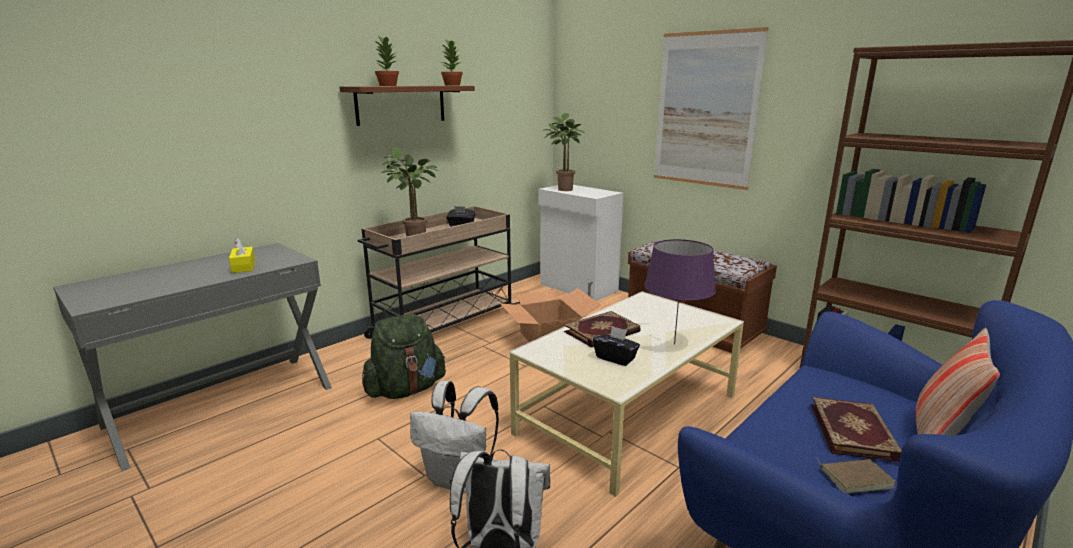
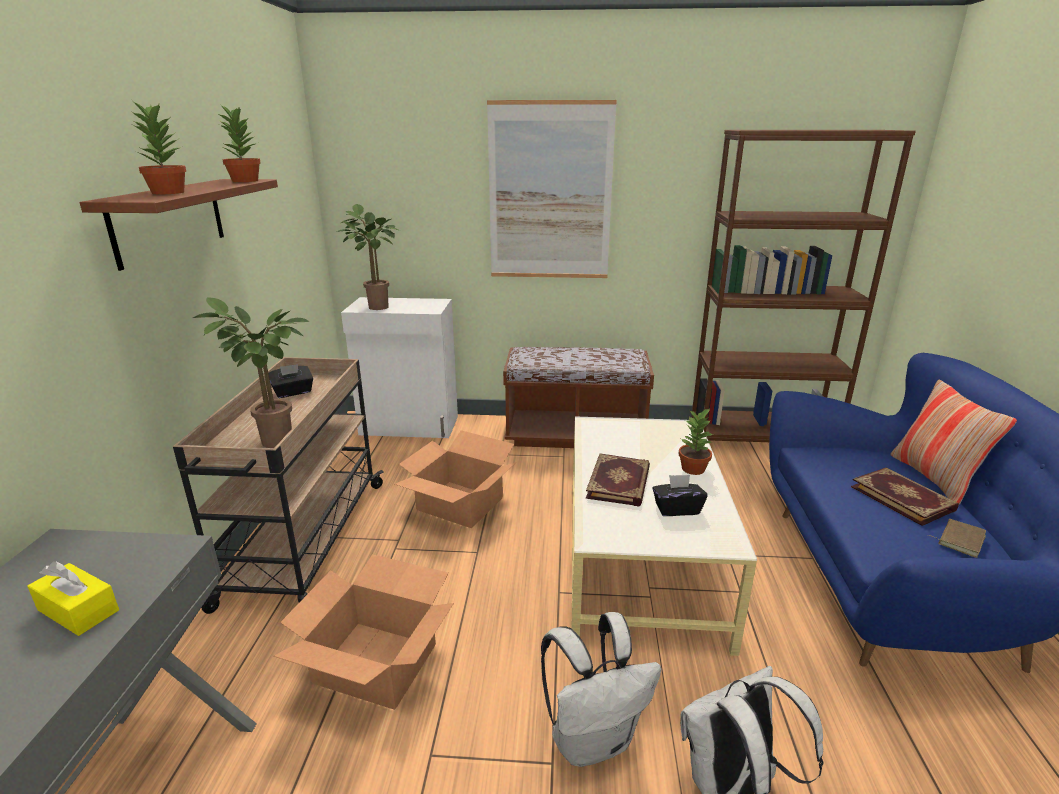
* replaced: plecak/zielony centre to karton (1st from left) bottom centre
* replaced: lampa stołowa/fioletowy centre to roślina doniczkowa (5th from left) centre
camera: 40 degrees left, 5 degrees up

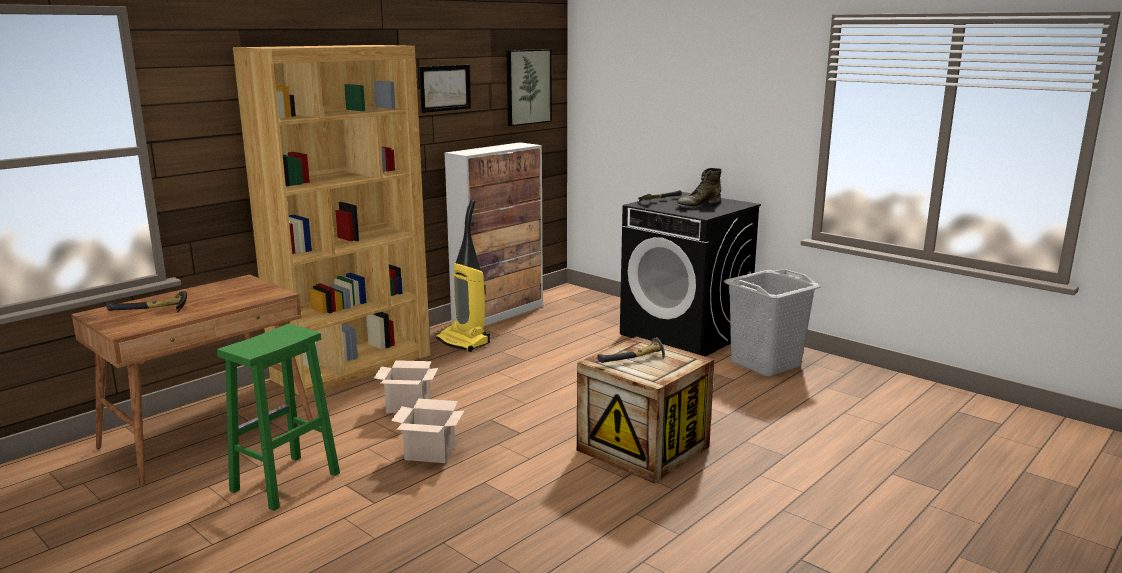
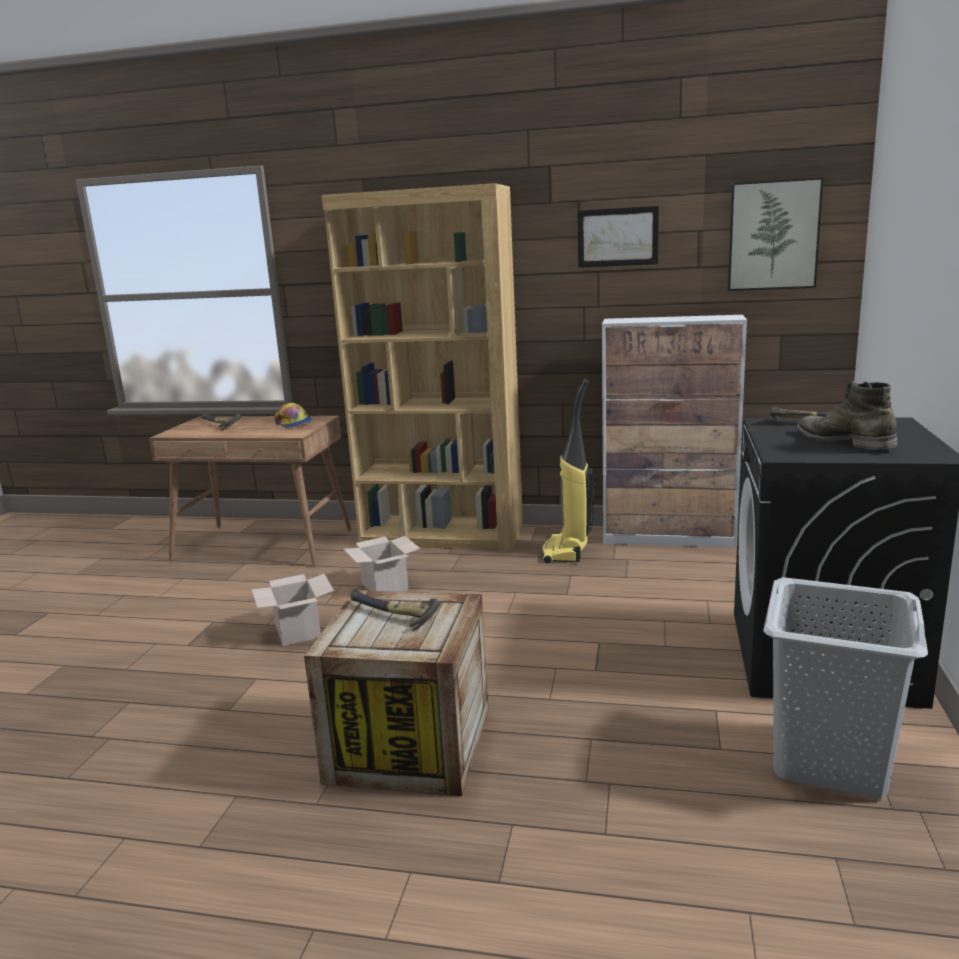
* removed: stołek/zielony bottom left
* turned: but z cholewką/zielony top centre = middle right 45 degrees clockwise
* added: czapka z daszkiem middle left
camera: 60 degrees right, 0 degrees up

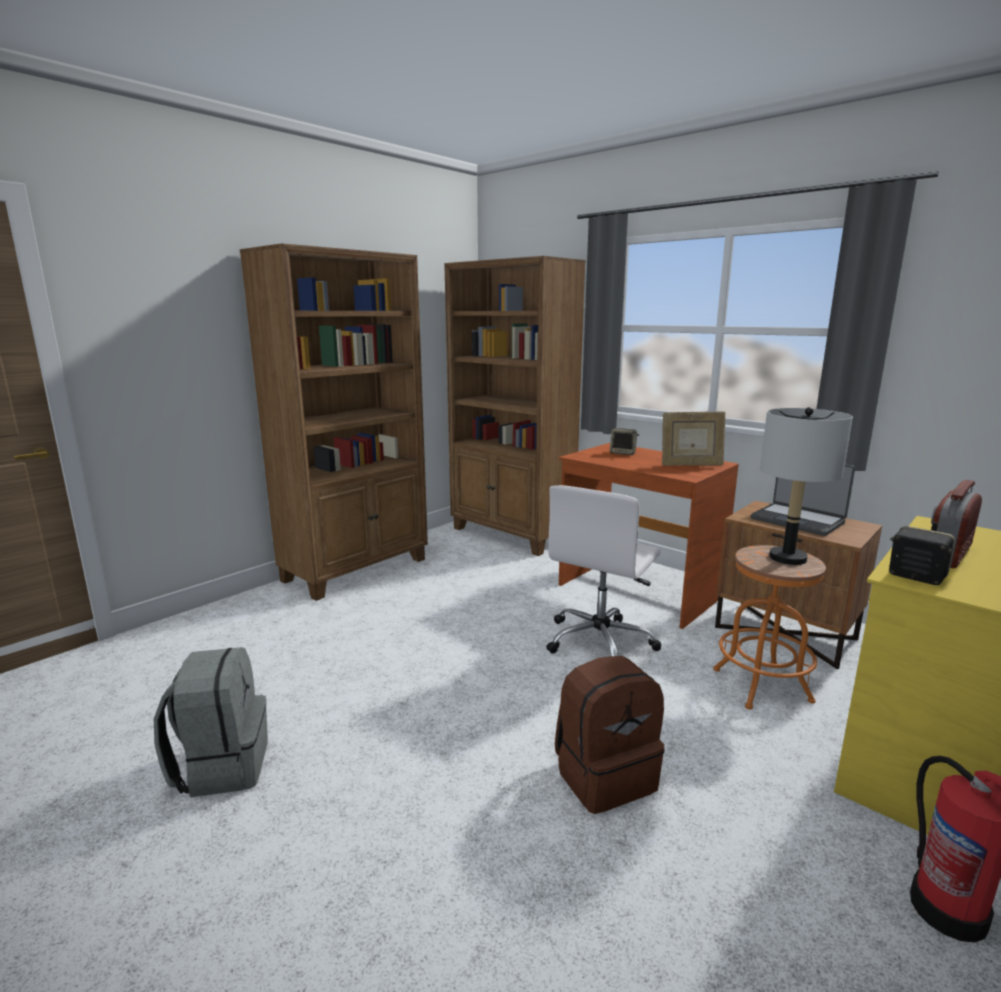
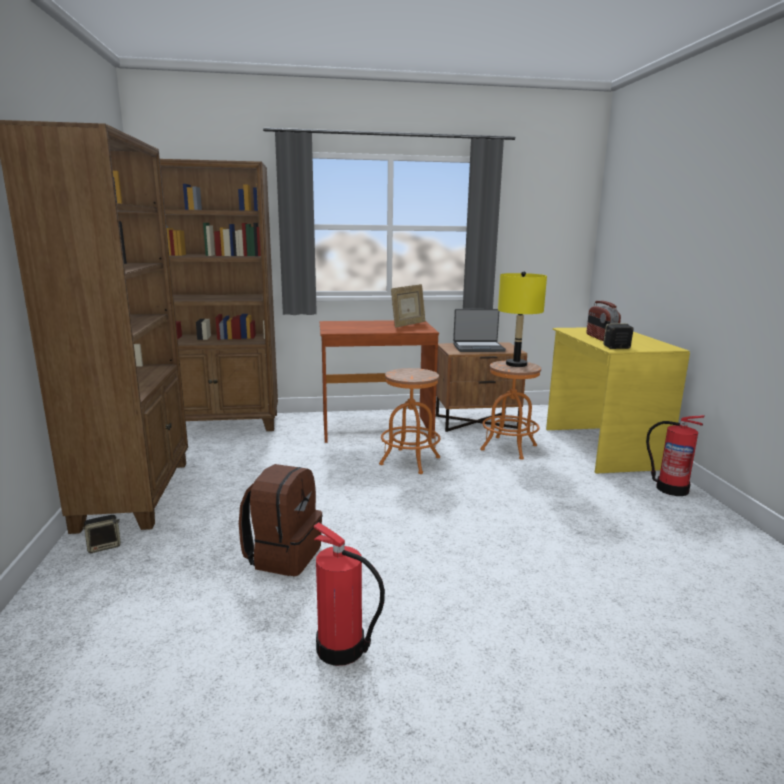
* replaced: plecak/szary bottom left to gaśnica (1st from left) bottom centre
* replaced: krzesło biurowe/biały centre to stołek/pomarańczowy (1st from left) centre
* moved: plecak/brązowy bottom centre to centre
* moved: głośnik (1st from left) centre to bottom left
* recoloured: lampa stołowa/szary middle right to lampa stołowa/żółty centre
camera: 50 degrees left, 0 degrees up

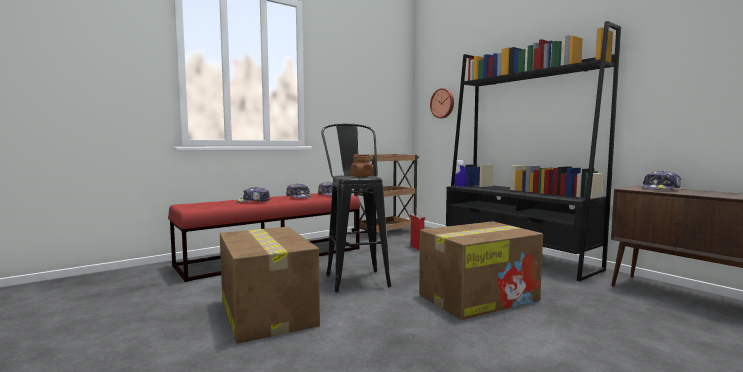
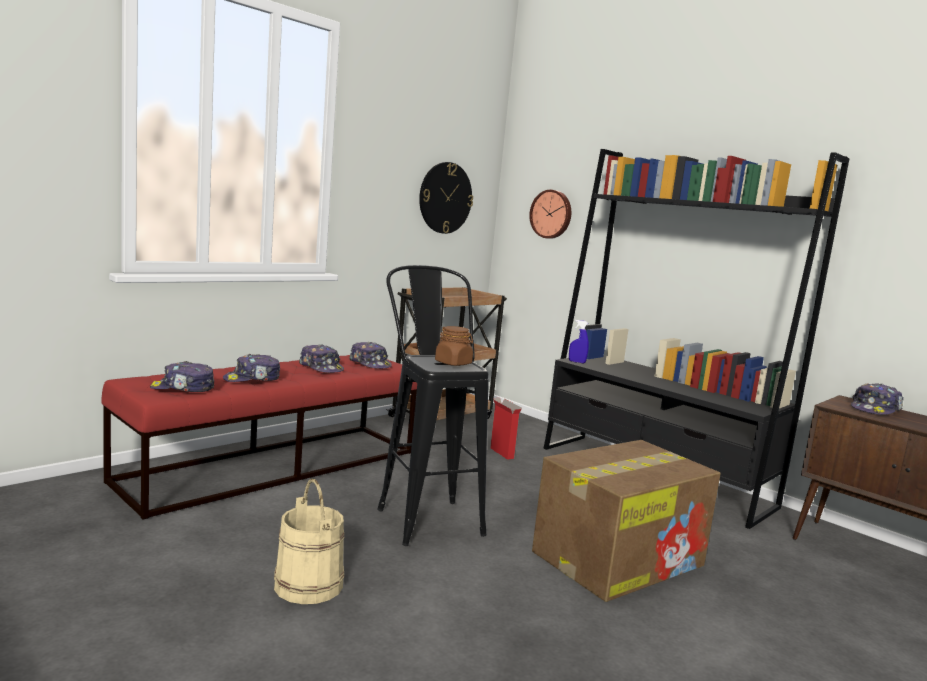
* replaced: karton (1st from left) bottom centre to wiadro/beżowy bottom centre
* added: czapka z daszkiem (1st from left) middle left
* added: zegar ścienny (1st from left) top centre
camera: 10 degrees left, 5 degrees up

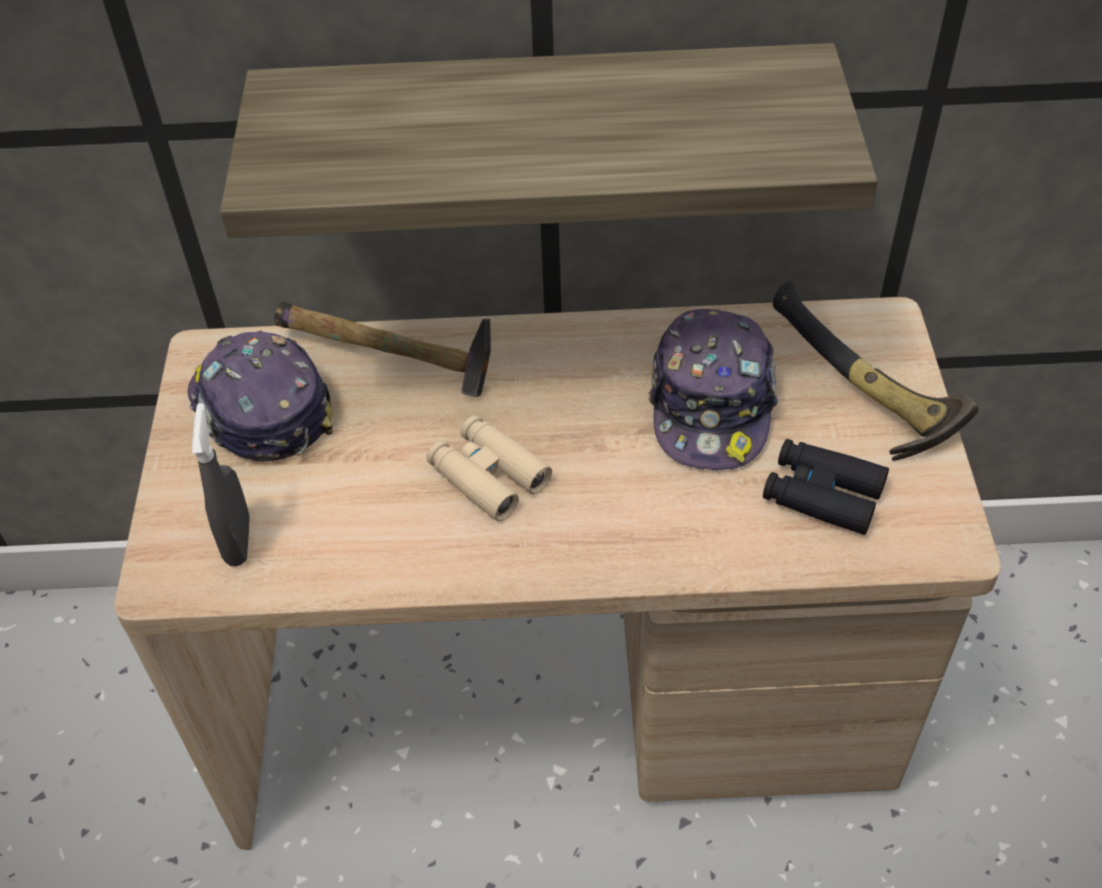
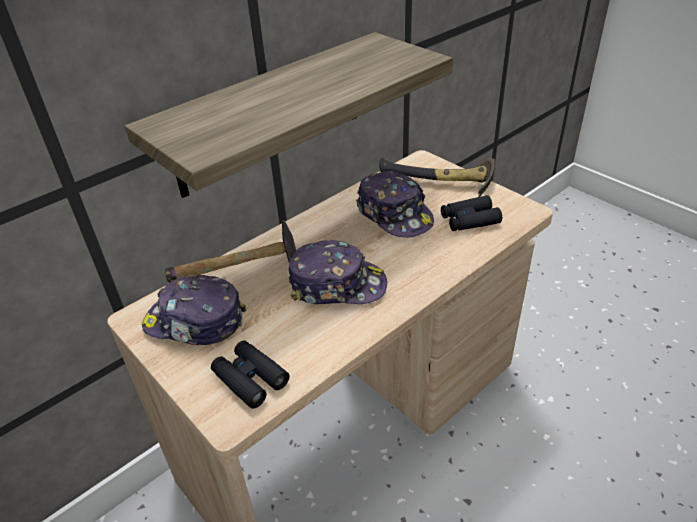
* replaced: spryskiwacz/szary middle left to lornetka/czarny (1st from left) bottom centre
* replaced: lornetka/beżowy centre to czapka z daszkiem (2nd from left) centre
camera: 40 degrees left, 10 degrees down

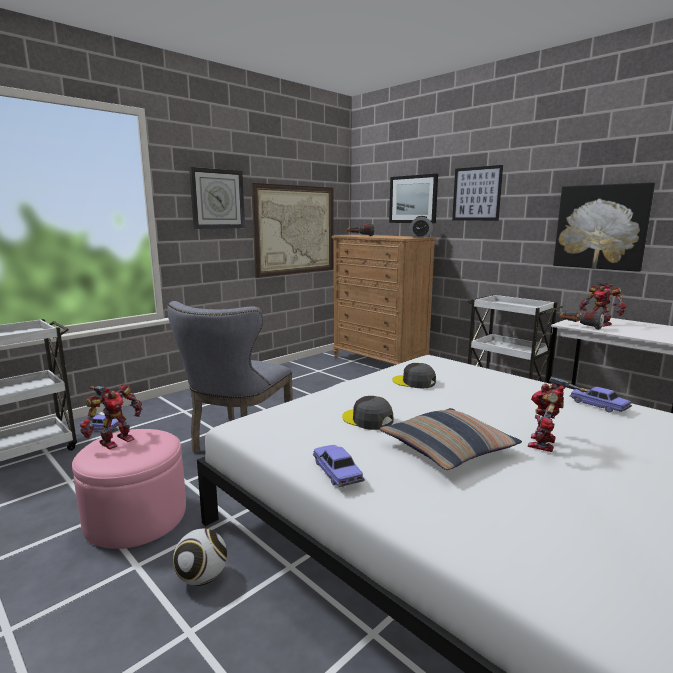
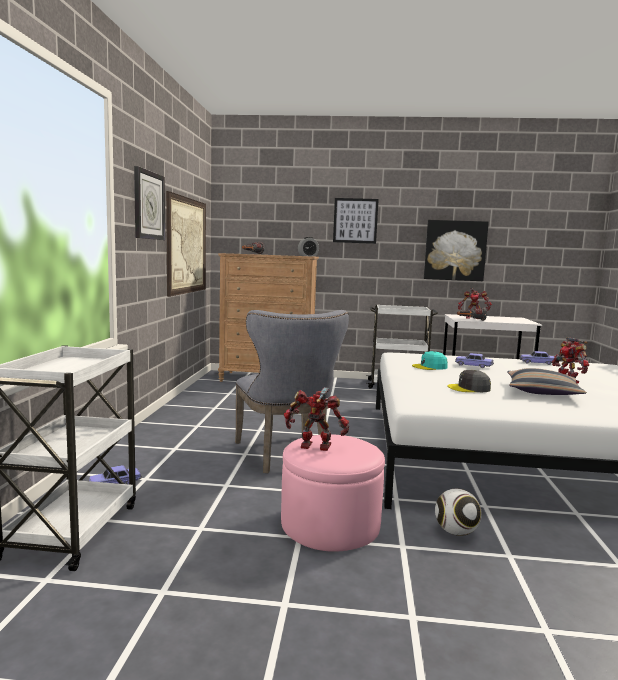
* turned: robot zabawkowy (1st from left) middle left = centre 75 degrees counterclockwise
* moved: samochodzik (2nd from left) bottom centre to middle right
* removed: obraz (2nd from left) top centre
* recoloured: czapka z daszkiem/szary (2nd from left) centre to czapka z daszkiem/turkusowy middle right
camera: 40 degrees left, 5 degrees down

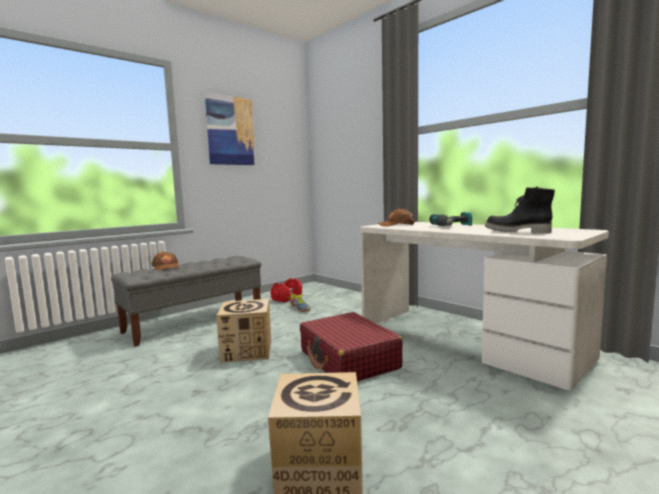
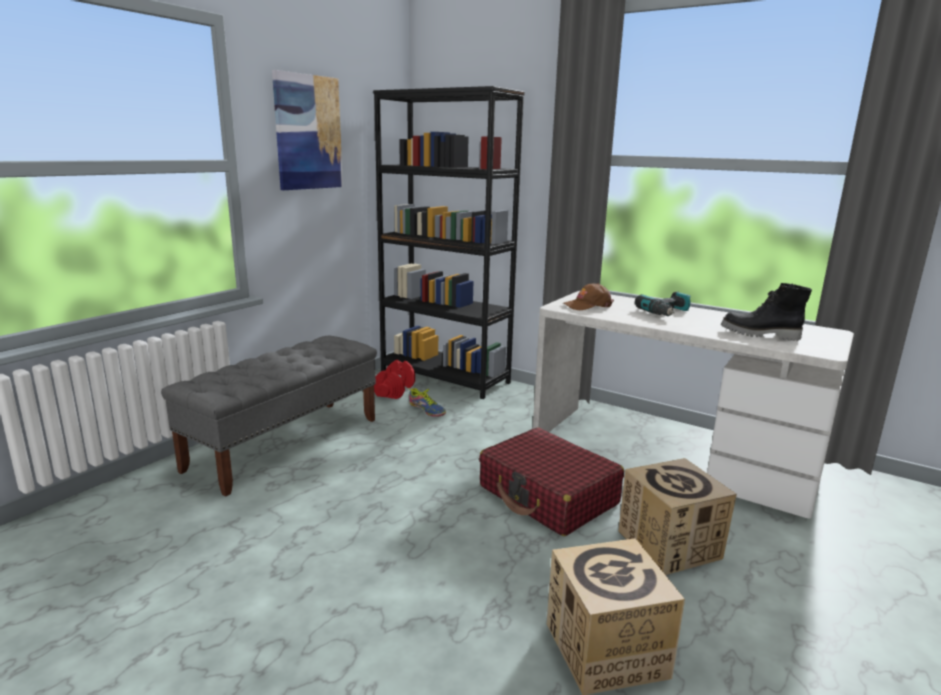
* removed: czapka z daszkiem/brązowy (1st from left) middle left
* moved: karton (1st from left in the first image) bottom centre to karton (2nd from left) bottom right
* added: regał/czarny centre
camera: 15 degrees left, 10 degrees up

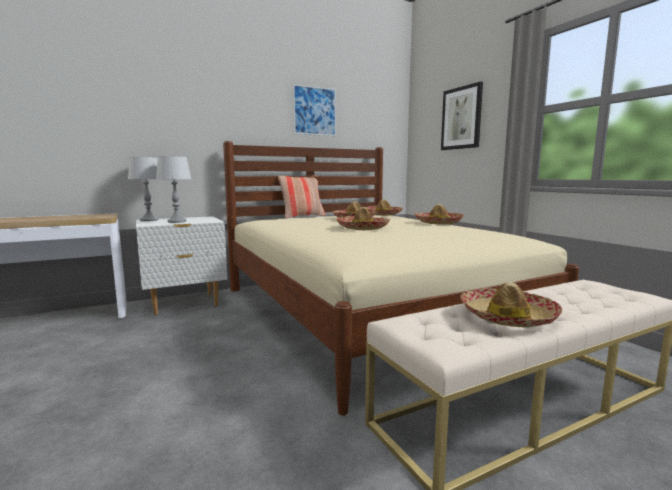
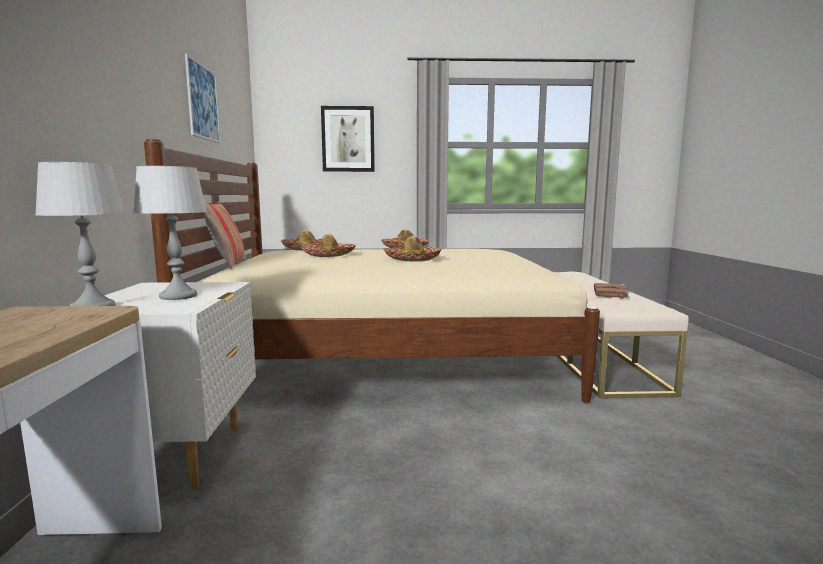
* replaced: kapelusz (5th from left) middle right to książka/brązowy middle right
camera: 65 degrees left, 0 degrees up

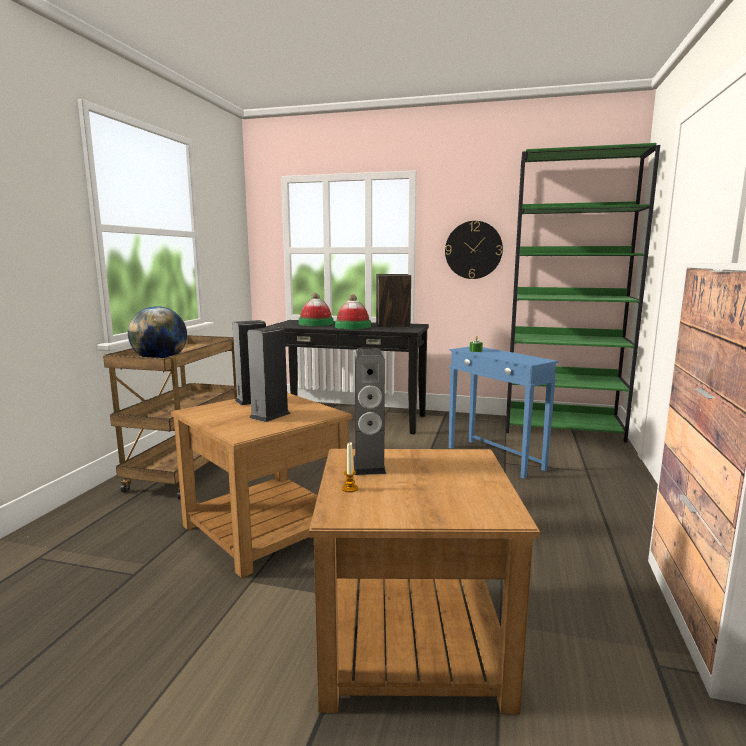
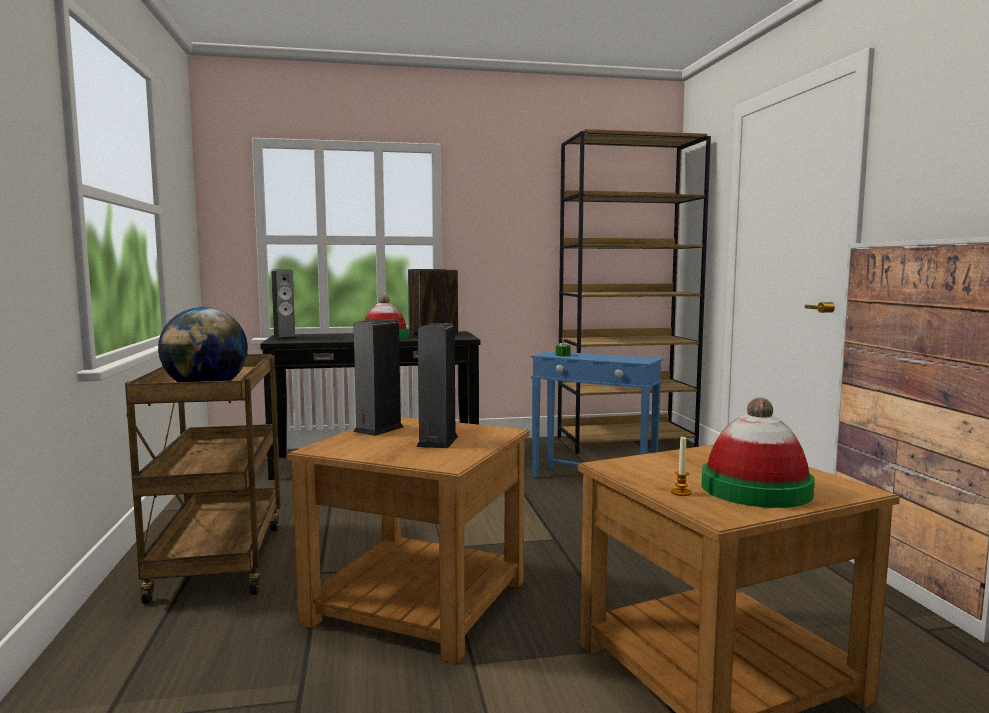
* moved: kapelusz (1st from left in the first image) centre to kapelusz (2nd from left) middle right
* moved: głośnik (3rd from left in the first image) centre to głośnik (1st from left) middle left
* removed: zegar ścienny centre
* recoloured: regał/zielony middle right to regał/brązowy centre
camera: 25 degrees left, 5 degrees down

